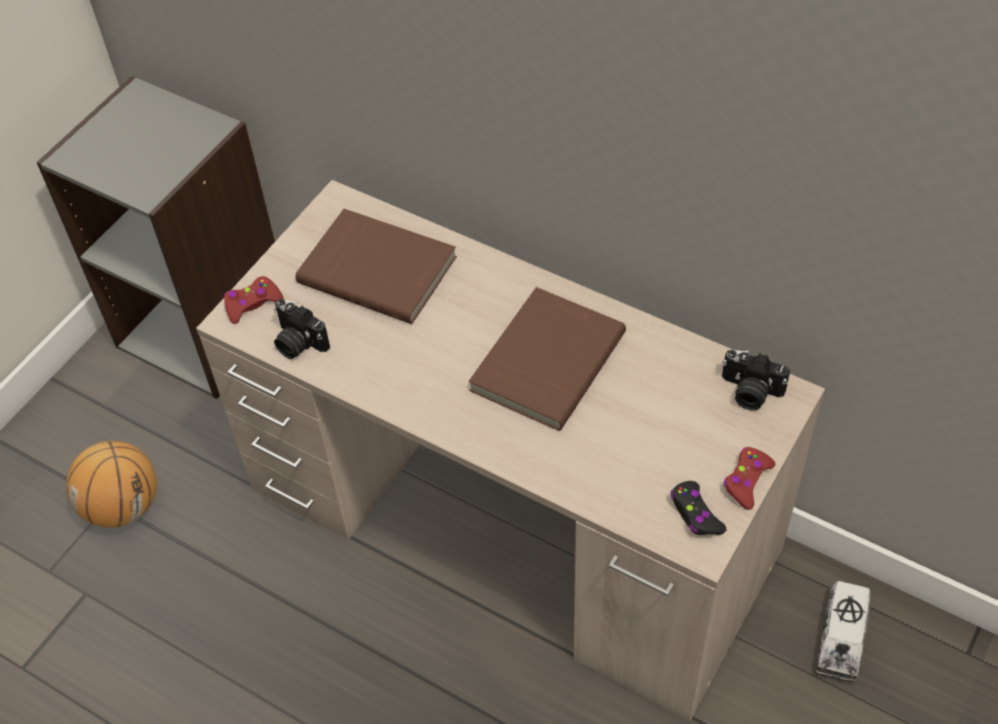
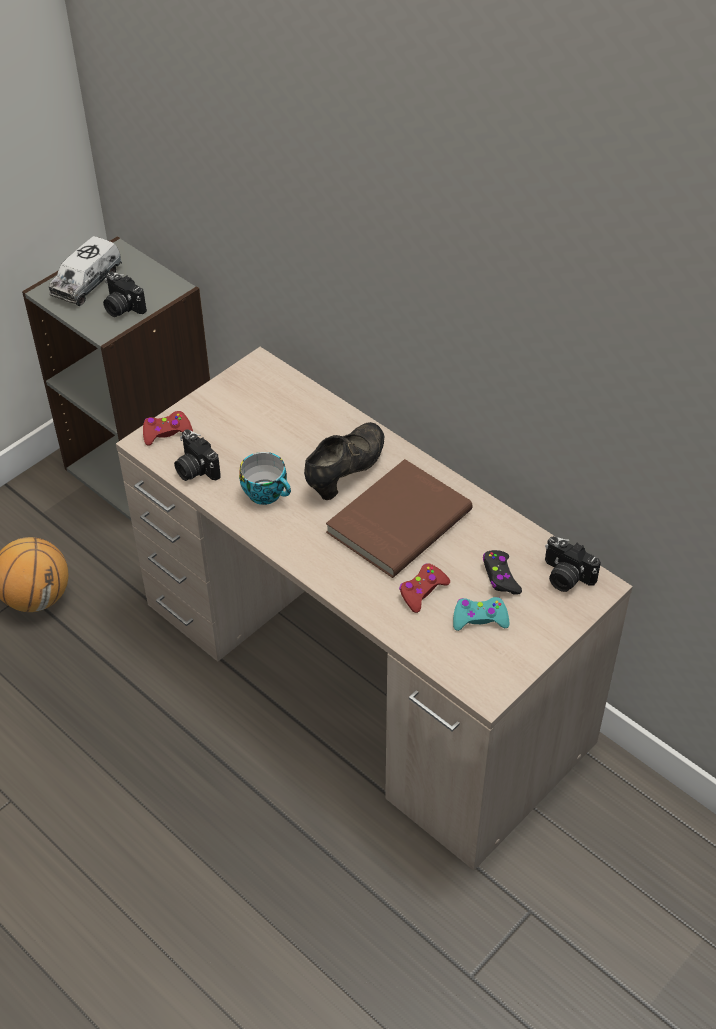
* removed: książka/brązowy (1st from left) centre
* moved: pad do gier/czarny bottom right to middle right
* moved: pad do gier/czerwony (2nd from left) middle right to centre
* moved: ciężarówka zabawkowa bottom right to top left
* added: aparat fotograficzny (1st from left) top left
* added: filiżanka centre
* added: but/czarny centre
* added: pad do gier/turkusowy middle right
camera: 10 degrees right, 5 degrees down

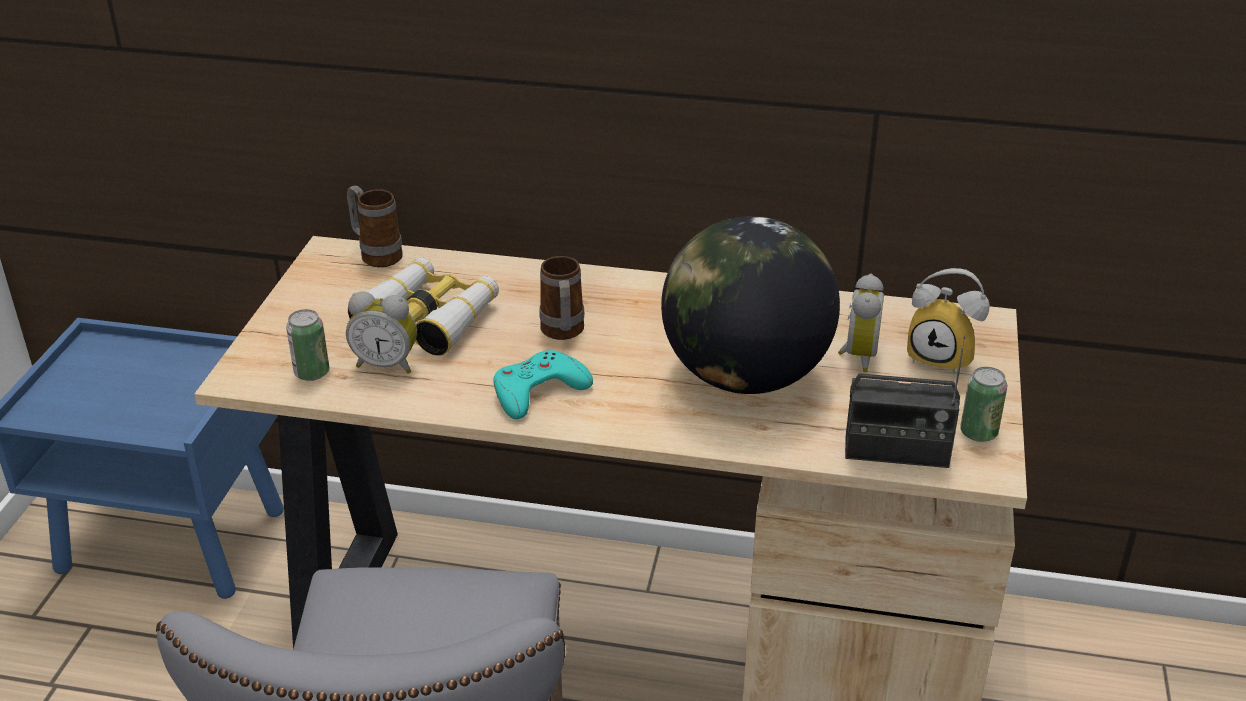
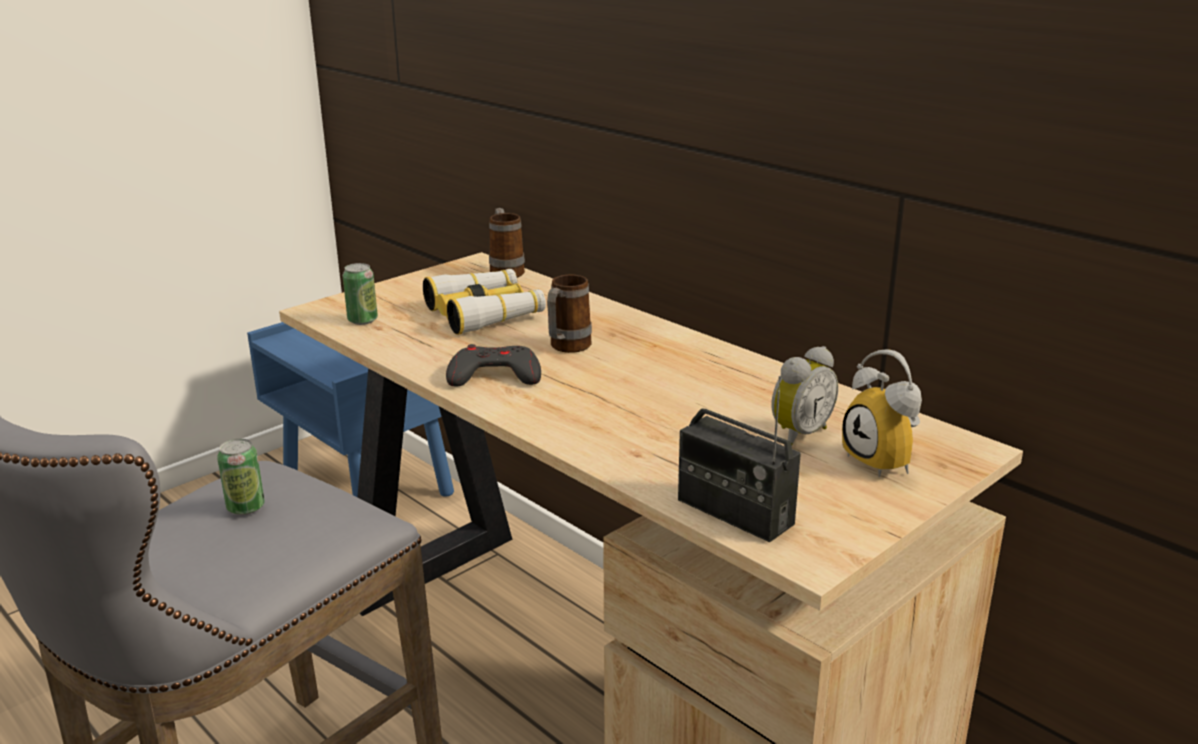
* removed: budzik (1st from left) middle left
* recoloured: pad do gier/turkusowy centre to pad do gier/szary centre
* removed: globus centre
* moved: puszka (2nd from left in the first image) middle right to puszka (1st from left) middle left
camera: 35 degrees right, 10 degrees down

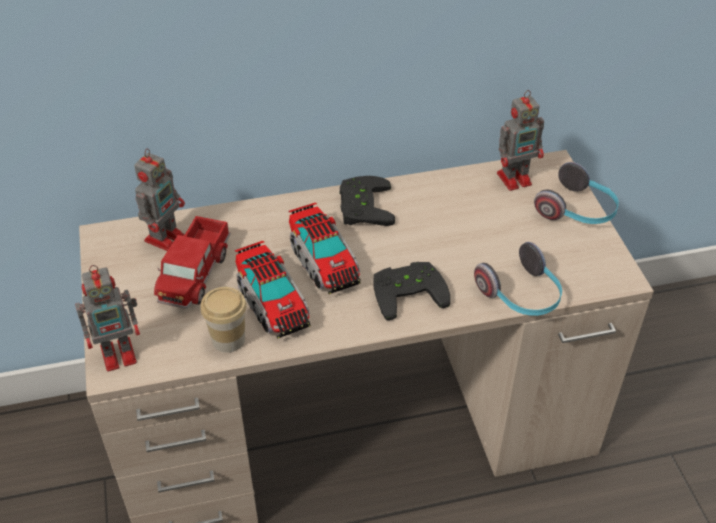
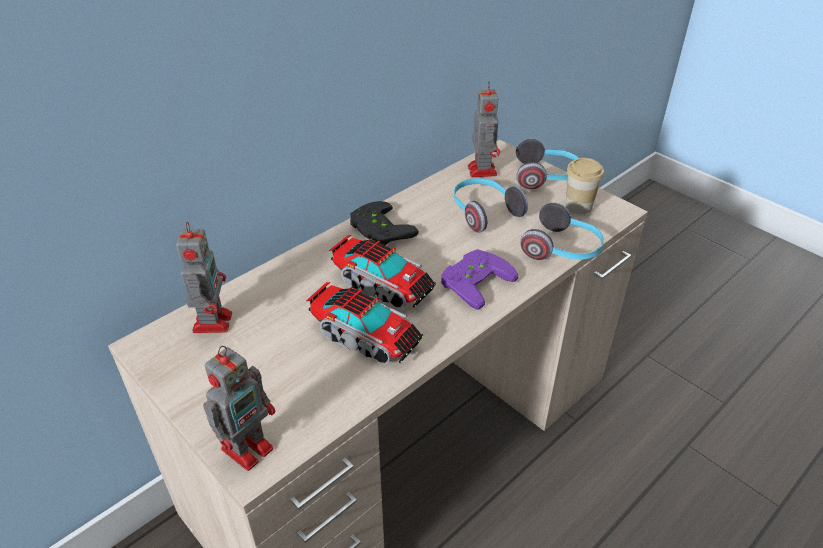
* removed: ciężarówka zabawkowa (1st from left) middle left
* moved: filiżanka middle left to middle right
* recoloured: pad do gier/czarny (2nd from left) centre to pad do gier/fioletowy centre
* turned: robot zabawkowy (3rd from left) top right = top centre 45 degrees counterclockwise
* added: słuchawki (1st from left) centre
camera: 30 degrees left, 5 degrees down

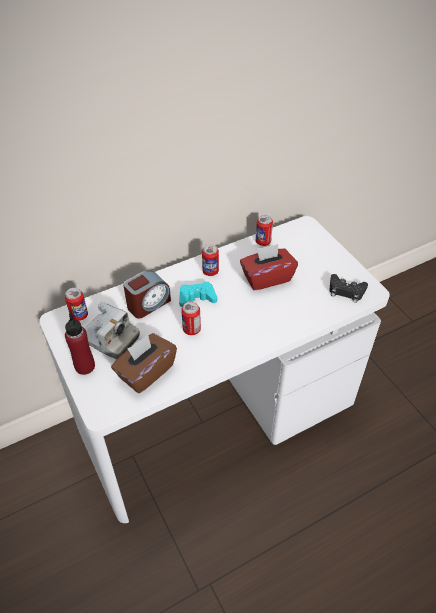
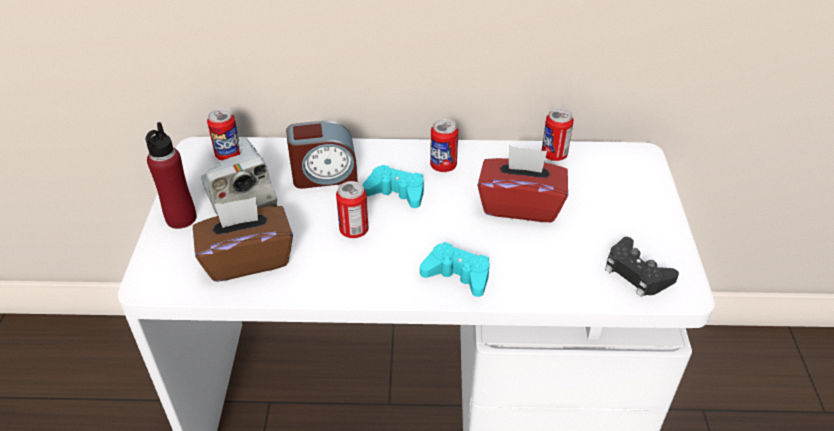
* added: pad do gier/turkusowy (2nd from left) centre
camera: 30 degrees right, 5 degrees down

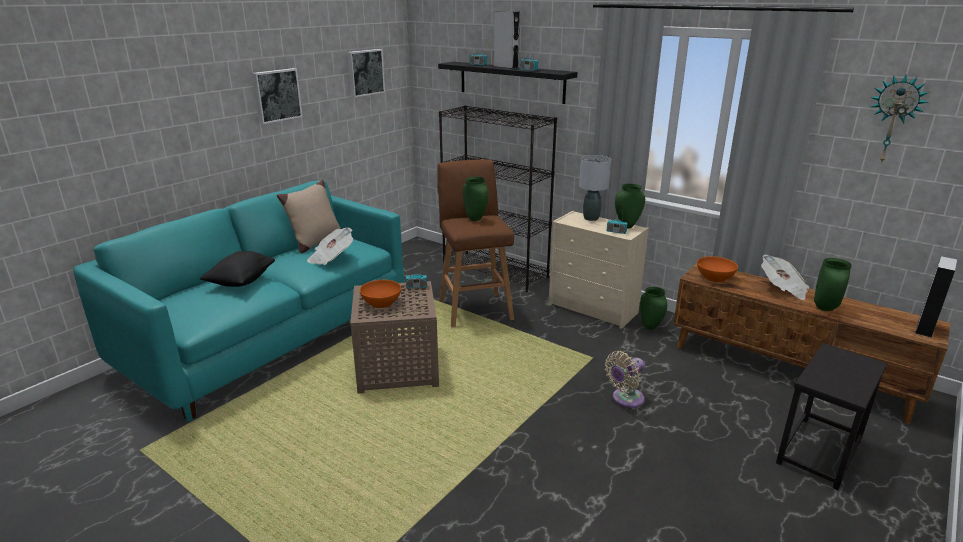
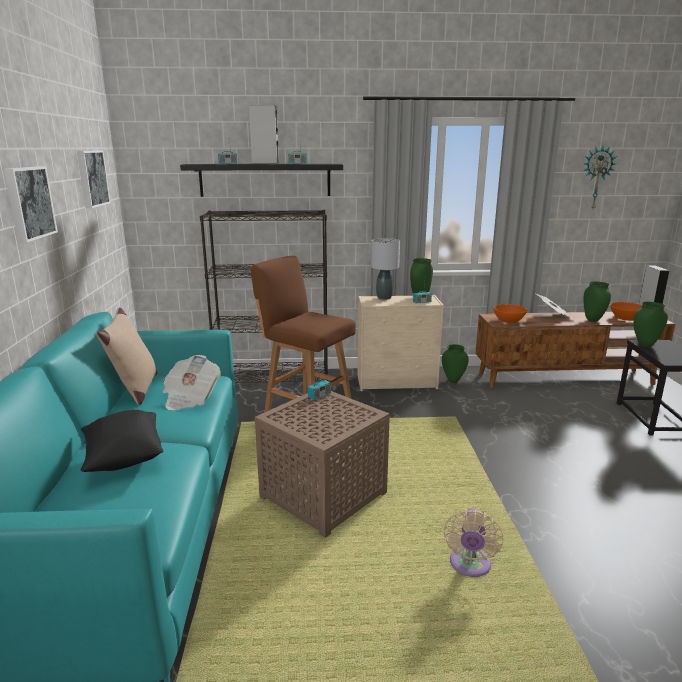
* moved: miska/pomarańczowy (1st from left in the first image) centre to miska/pomarańczowy (2nd from left) middle right
* moved: wazon/zielony (1st from left in the first image) centre to wazon/zielony (4th from left) middle right
* moved: wentylator/beżowy bottom centre to bottom right
camera: 40 degrees left, 5 degrees down

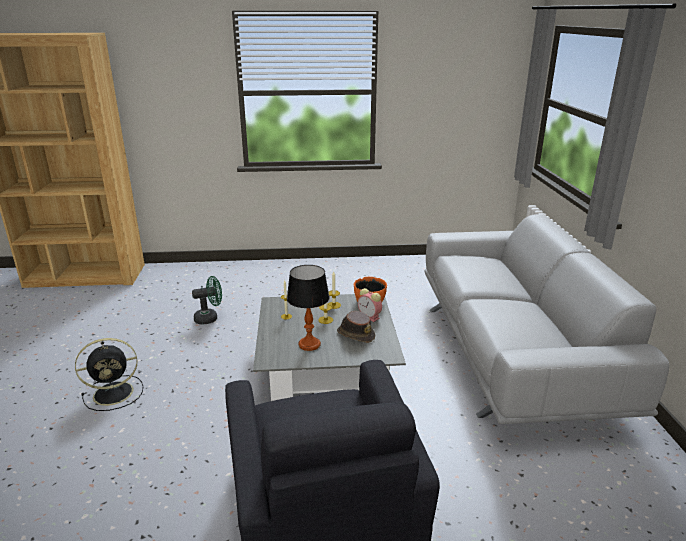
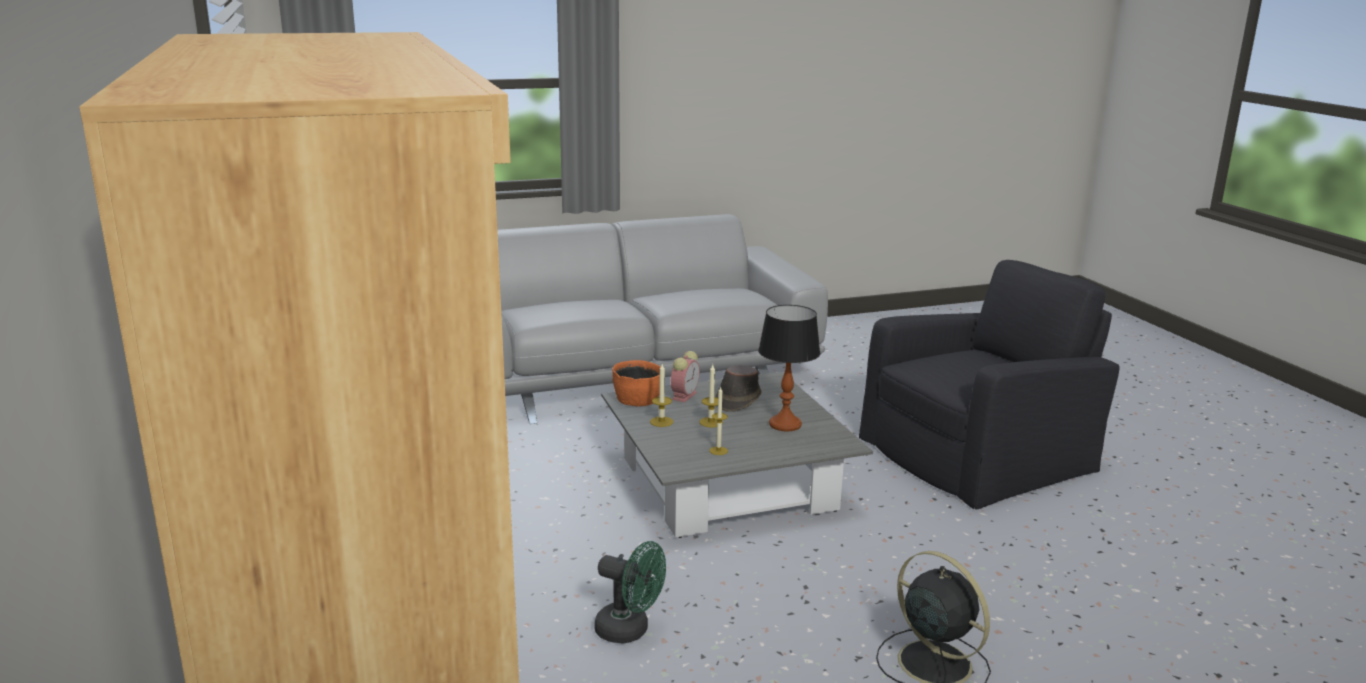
* turned: wentylator/zielony middle left = bottom centre 150 degrees clockwise
camera: 105 degrees left, 5 degrees down

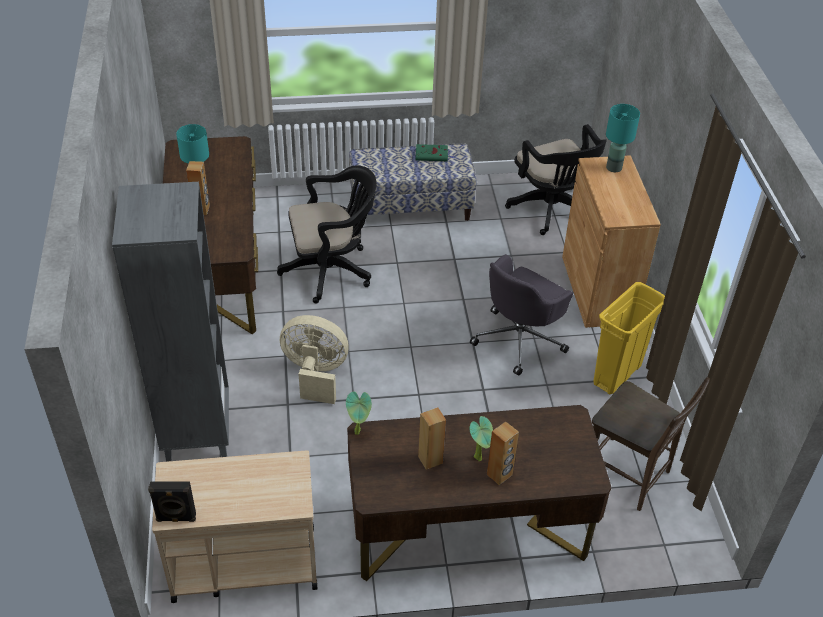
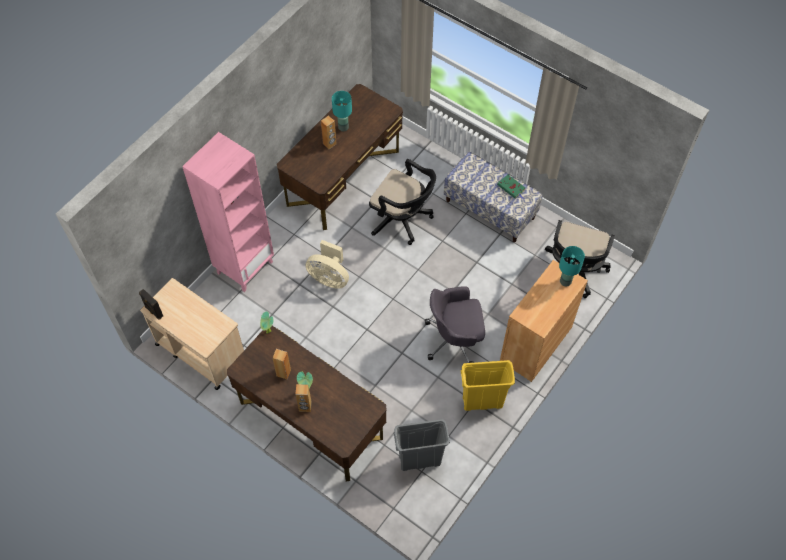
* recoloured: regał/szary middle left to regał/różowy middle left
* turned: wentylator/beżowy centre = centre 150 degrees clockwise
* replaced: krzesło/brązowy bottom right to kosz na śmieci/szary bottom centre
camera: 45 degrees right, 15 degrees up

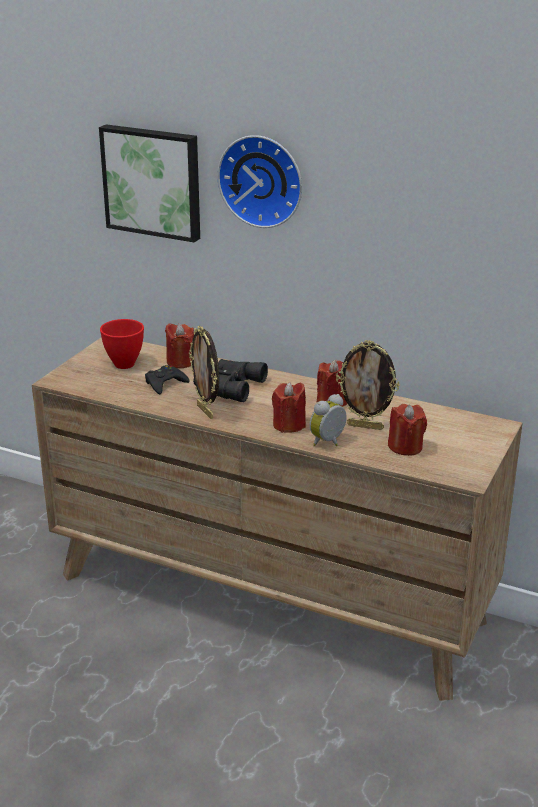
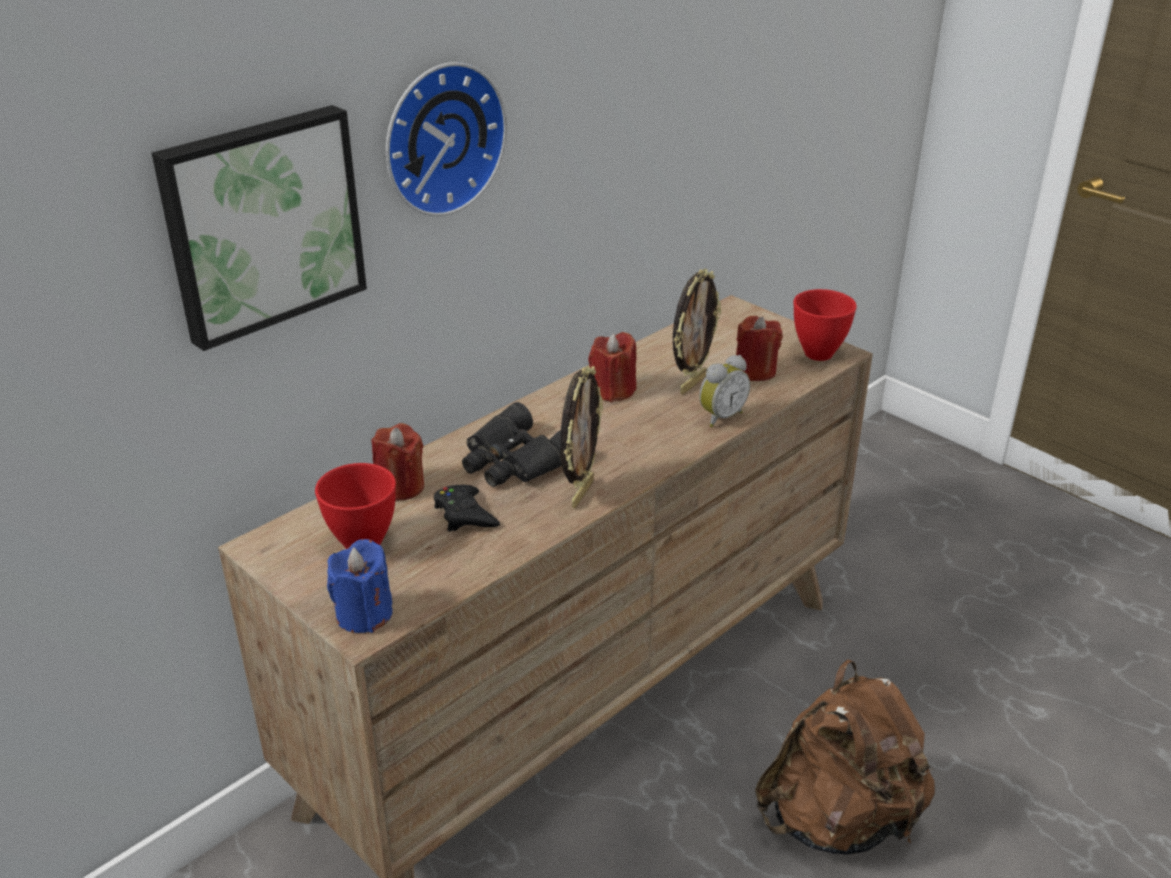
* turned: ramka na zdjęcie (1st from left) centre = centre 60 degrees counterclockwise
* removed: świeca/czerwony (2nd from left) centre
* turned: budzik centre = centre 105 degrees counterclockwise
* added: świeca/niebieski bottom left
* added: plecak/brązowy bottom right
* added: miska/czerwony (2nd from left) middle right
camera: 70 degrees left, 5 degrees up

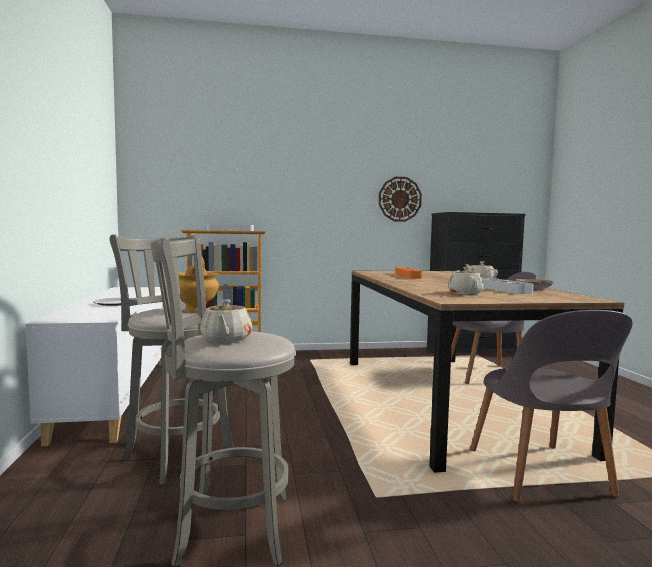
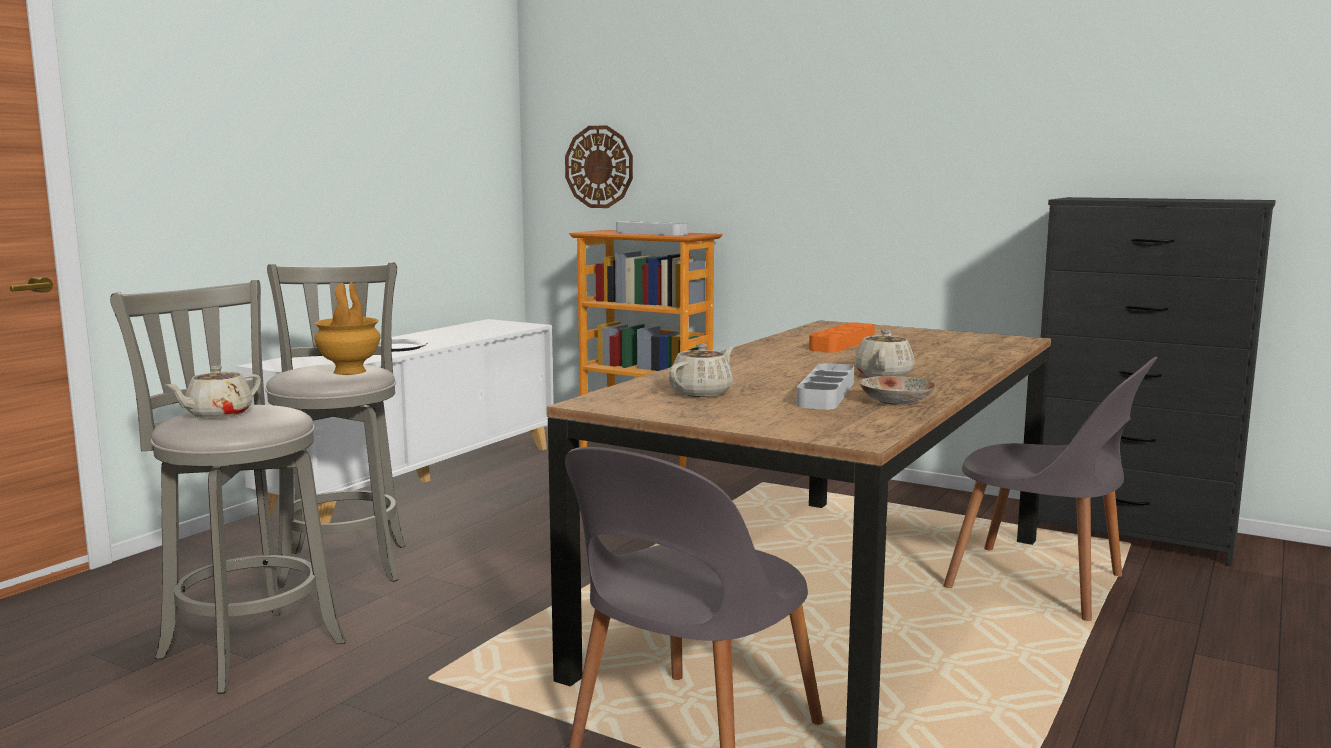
* moved: zegar ścienny centre to top centre
camera: 40 degrees right, 5 degrees up

